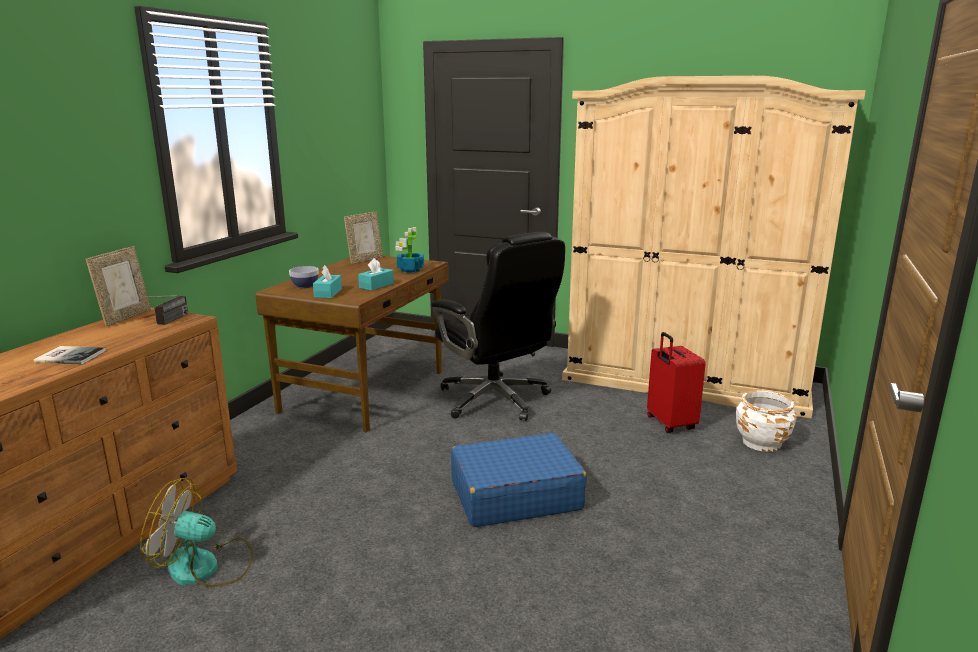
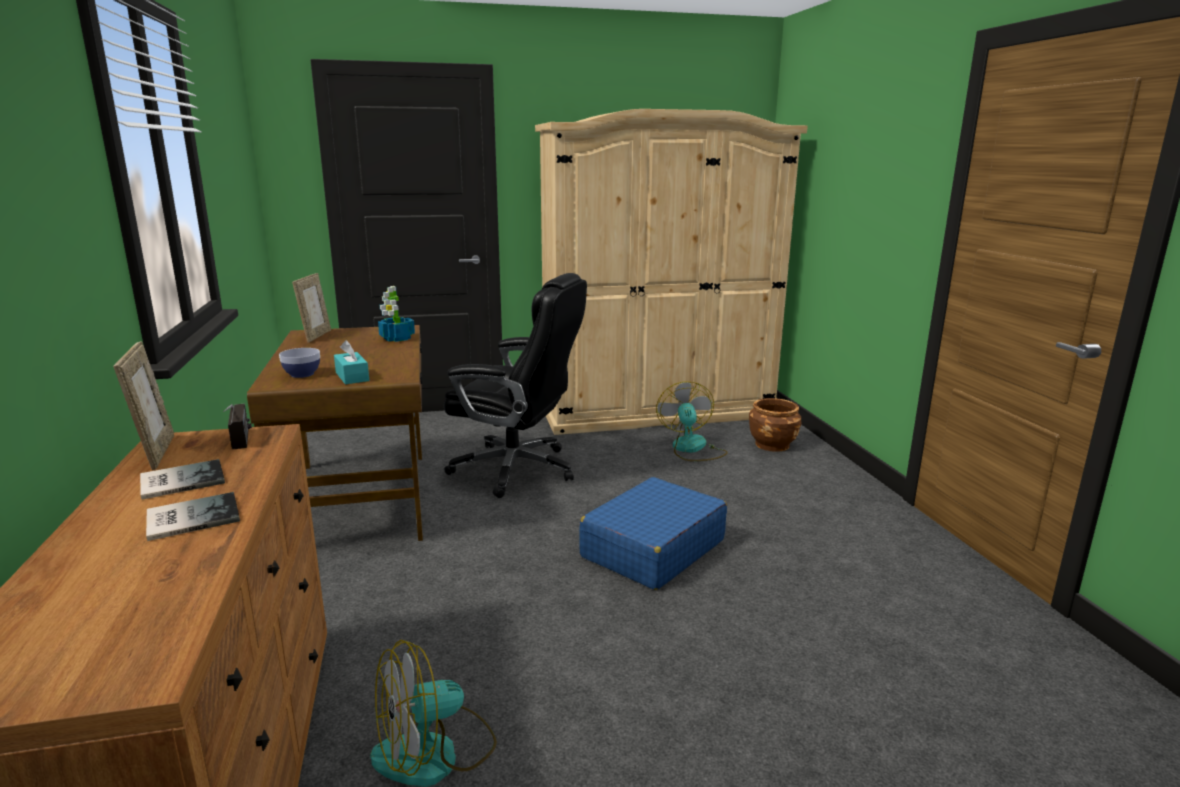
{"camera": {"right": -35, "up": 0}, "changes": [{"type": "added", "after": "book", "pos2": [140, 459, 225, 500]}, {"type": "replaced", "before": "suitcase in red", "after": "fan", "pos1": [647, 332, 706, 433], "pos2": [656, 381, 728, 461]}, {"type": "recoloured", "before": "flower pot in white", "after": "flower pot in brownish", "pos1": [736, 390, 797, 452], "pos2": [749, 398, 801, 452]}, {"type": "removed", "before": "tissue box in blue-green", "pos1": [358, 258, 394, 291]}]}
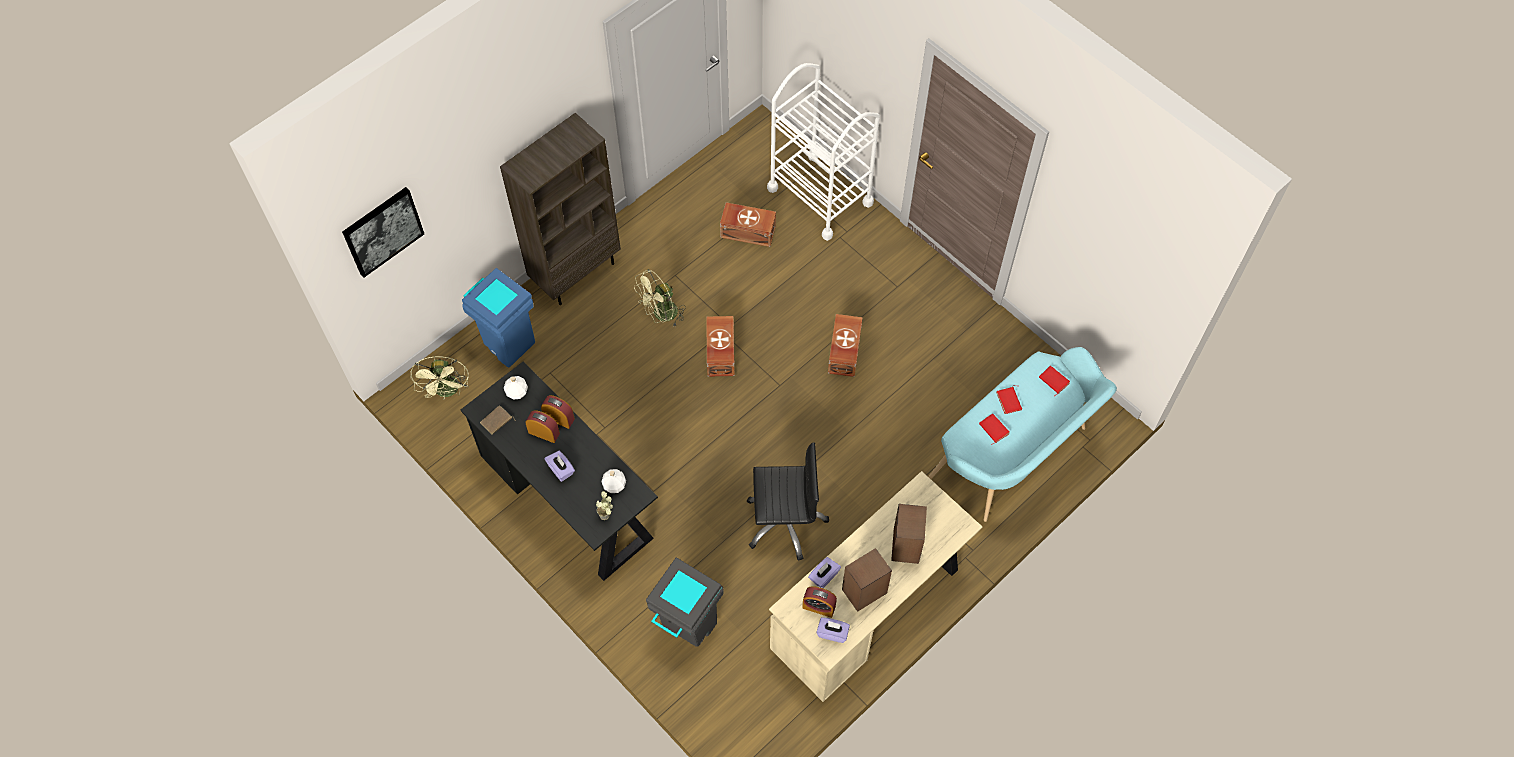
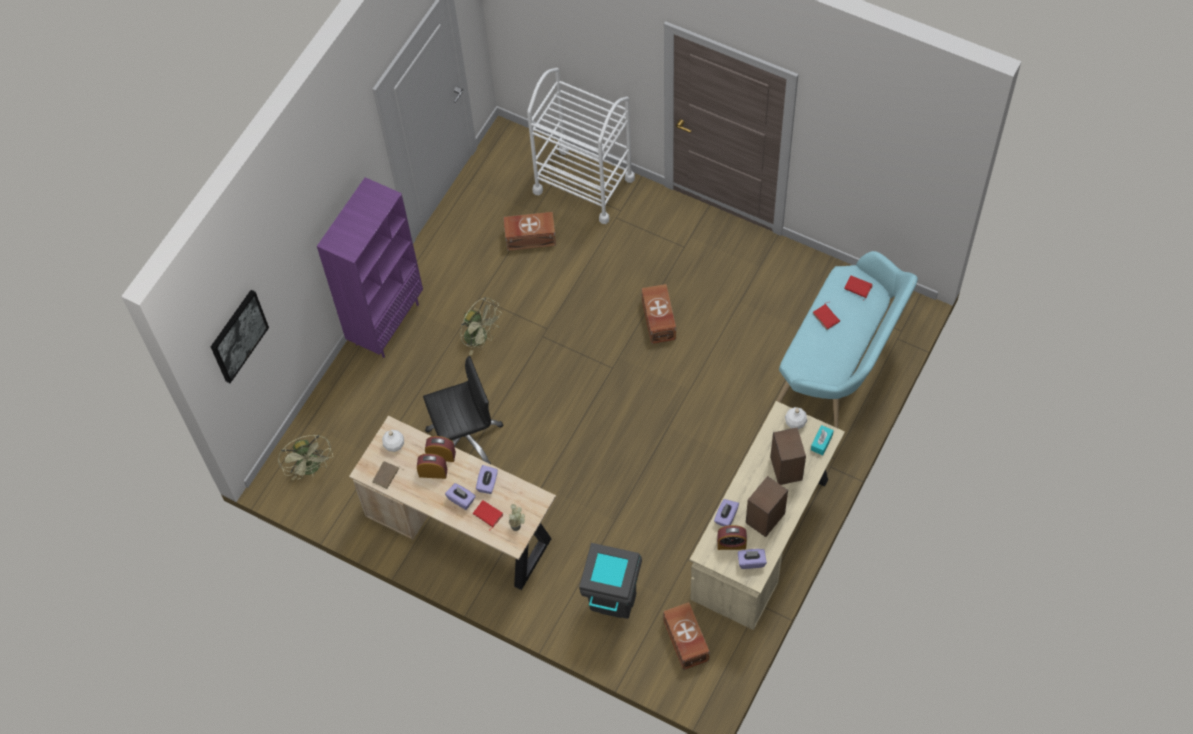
{"camera": {"right": -15, "up": 0}, "changes": [{"type": "recoloured", "before": "shelving unit in brownish", "after": "shelving unit in purplish", "pos1": [500, 113, 621, 305], "pos2": [317, 177, 423, 358]}, {"type": "recoloured", "before": "desk in black", "after": "desk in beige-coloured", "pos1": [461, 361, 658, 581], "pos2": [349, 416, 556, 590]}, {"type": "moved", "before": "office chair in black", "pos1": [747, 443, 829, 561], "pos2": [423, 356, 503, 464]}, {"type": "turned", "before": "fan in greenish", "pos1": [634, 269, 686, 327], "pos2": [460, 297, 501, 355], "turn": -90}, {"type": "moved", "before": "book in red", "pos1": [979, 413, 1009, 445], "pos2": [473, 500, 503, 531]}, {"type": "added", "after": "tissue box in purplish", "pos2": [476, 465, 498, 494]}, {"type": "moved", "before": "storage bin in brownish", "pos1": [706, 316, 735, 377], "pos2": [663, 602, 710, 670]}, {"type": "moved", "before": "bottle in white", "pos1": [602, 469, 626, 493], "pos2": [785, 407, 807, 429]}, {"type": "added", "after": "tissue box in blue-green", "pos2": [811, 425, 834, 455]}, {"type": "removed", "before": "waste bin in bluish", "pos1": [462, 268, 535, 367]}]}
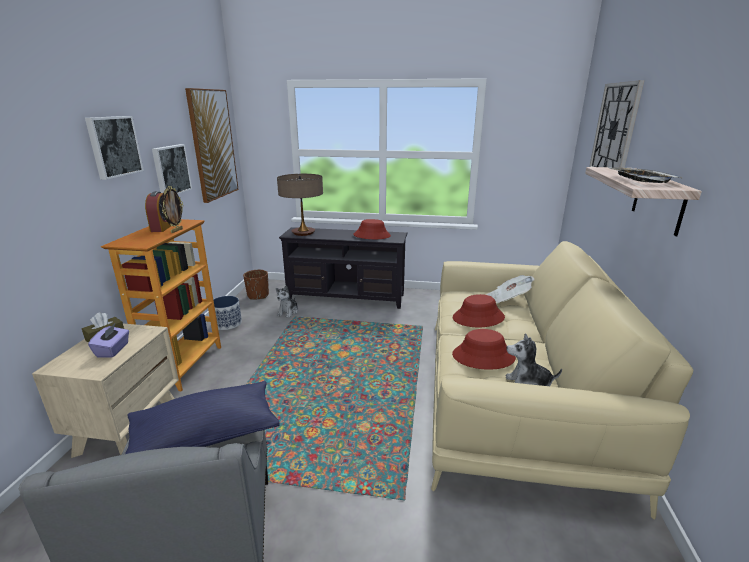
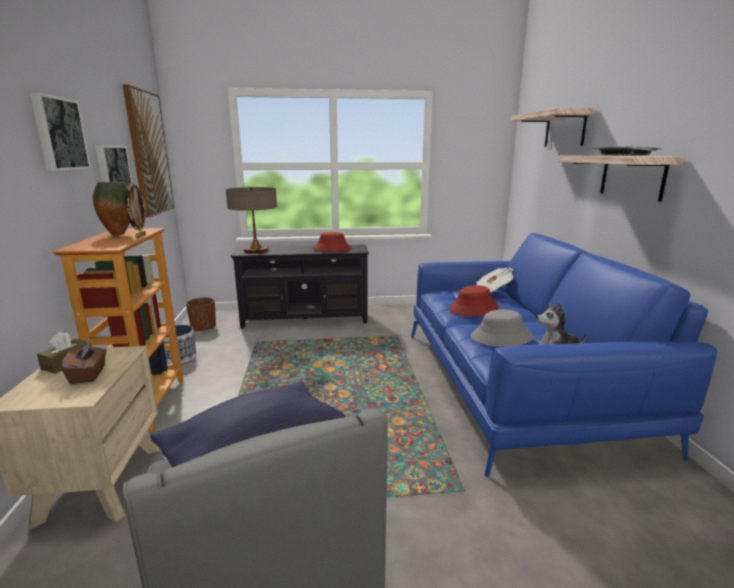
{"camera": {"right": -15, "up": -5}, "changes": [{"type": "recoloured", "before": "tissue box in purplish", "after": "tissue box in brownish", "pos1": [88, 324, 129, 357], "pos2": [61, 340, 106, 384]}, {"type": "replaced", "before": "bedside clock", "after": "flower vase", "pos1": [145, 191, 171, 232], "pos2": [93, 182, 130, 236]}, {"type": "recoloured", "before": "settee in beige-coloured", "after": "settee in bluish", "pos1": [431, 241, 693, 520], "pos2": [411, 233, 718, 477]}, {"type": "recoloured", "before": "wearable hat in red", "after": "wearable hat in grey", "pos1": [452, 329, 516, 370], "pos2": [471, 310, 533, 347]}, {"type": "replaced", "before": "hanging clock", "after": "bracket shelf", "pos1": [589, 80, 644, 168], "pos2": [510, 108, 596, 147]}, {"type": "removed", "before": "plush toy", "pos1": [276, 285, 299, 318]}]}
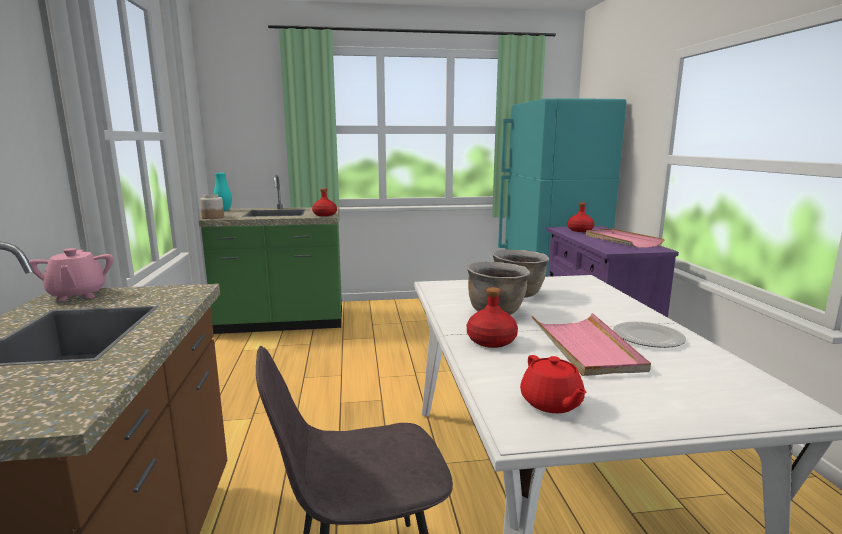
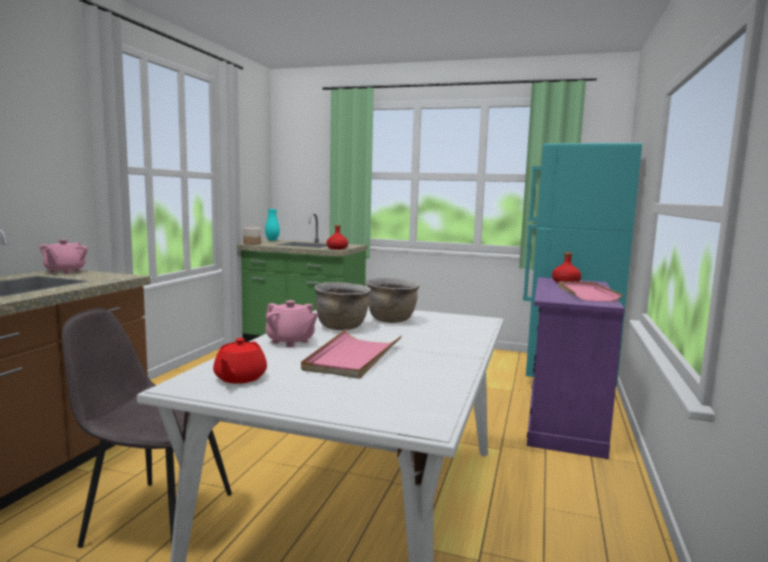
{"camera": {"right": 25, "up": -5}, "changes": [{"type": "replaced", "before": "bottle in red", "after": "tea pot in pink-coloured", "pos1": [467, 287, 518, 348], "pos2": [265, 300, 318, 347]}, {"type": "removed", "before": "dinner plate", "pos1": [613, 321, 686, 348]}]}
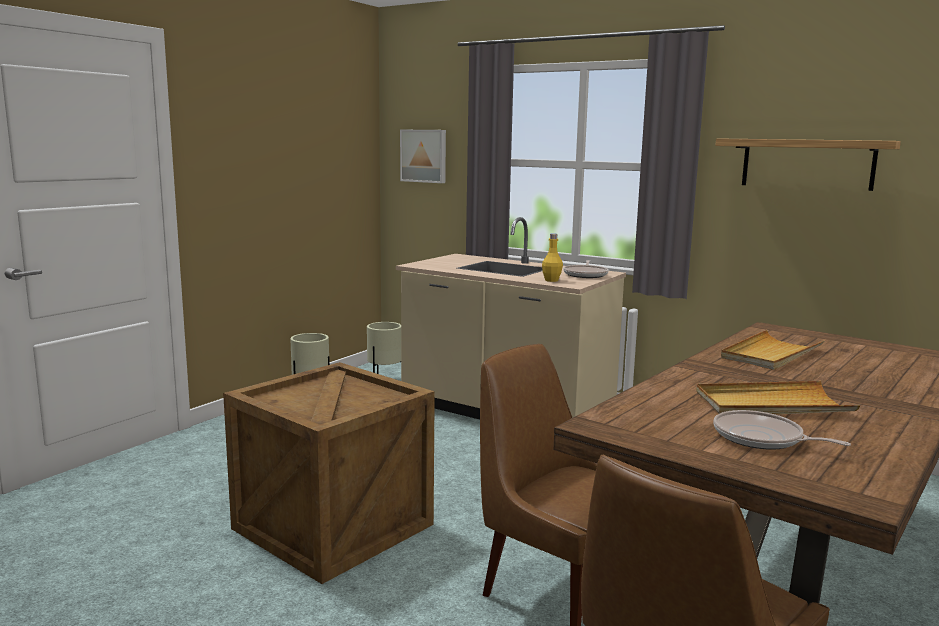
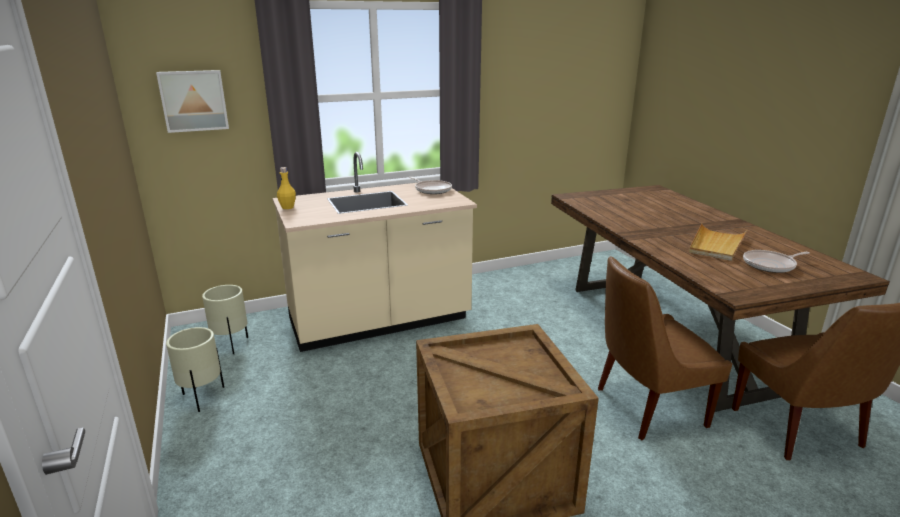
{"camera": {"right": -55, "up": 10}, "changes": [{"type": "moved", "before": "bottle in yellow-coloured", "pos1": [542, 234, 563, 282], "pos2": [277, 167, 296, 209]}, {"type": "removed", "before": "bracket shelf", "pos1": [715, 138, 901, 191]}, {"type": "removed", "before": "tray in beige-coloured", "pos1": [721, 330, 824, 370]}]}
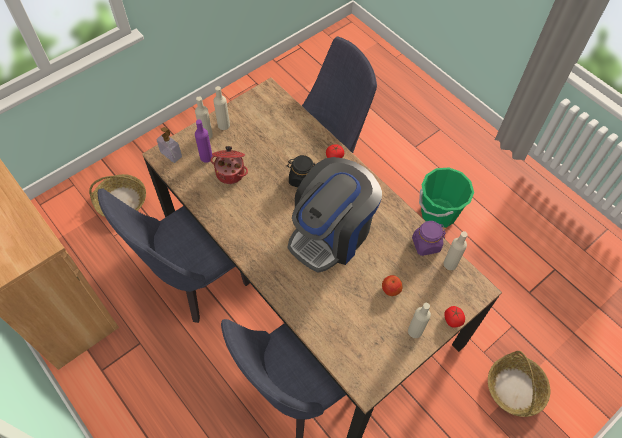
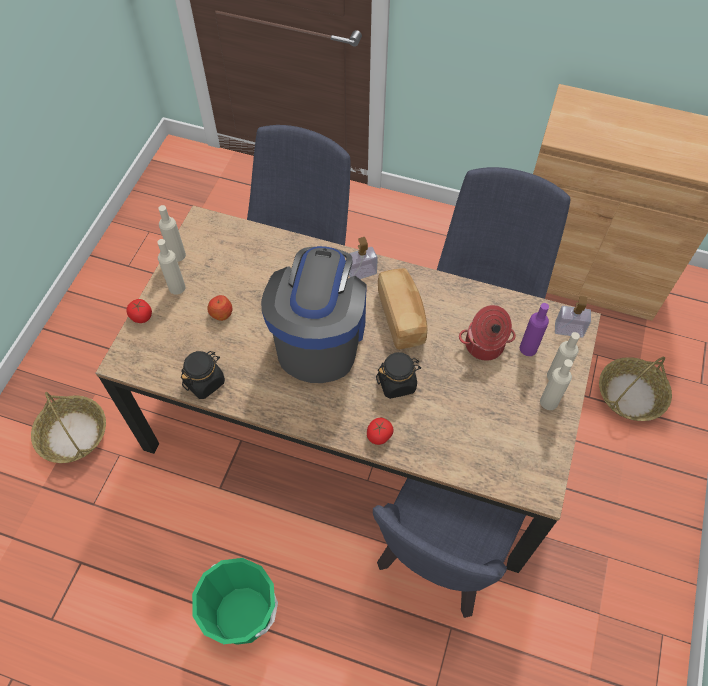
{"camera": {"right": 150, "up": 0}, "changes": [{"type": "moved", "before": "bottle in beige-coloured", "pos1": [443, 231, 467, 270], "pos2": [158, 205, 186, 262]}, {"type": "recoloured", "before": "preserve jar in purplish", "after": "preserve jar in black", "pos1": [412, 221, 446, 256], "pos2": [181, 351, 225, 399]}, {"type": "added", "after": "soap dispenser", "pos2": [349, 237, 378, 279]}, {"type": "added", "after": "baked bread", "pos2": [378, 268, 427, 350]}]}
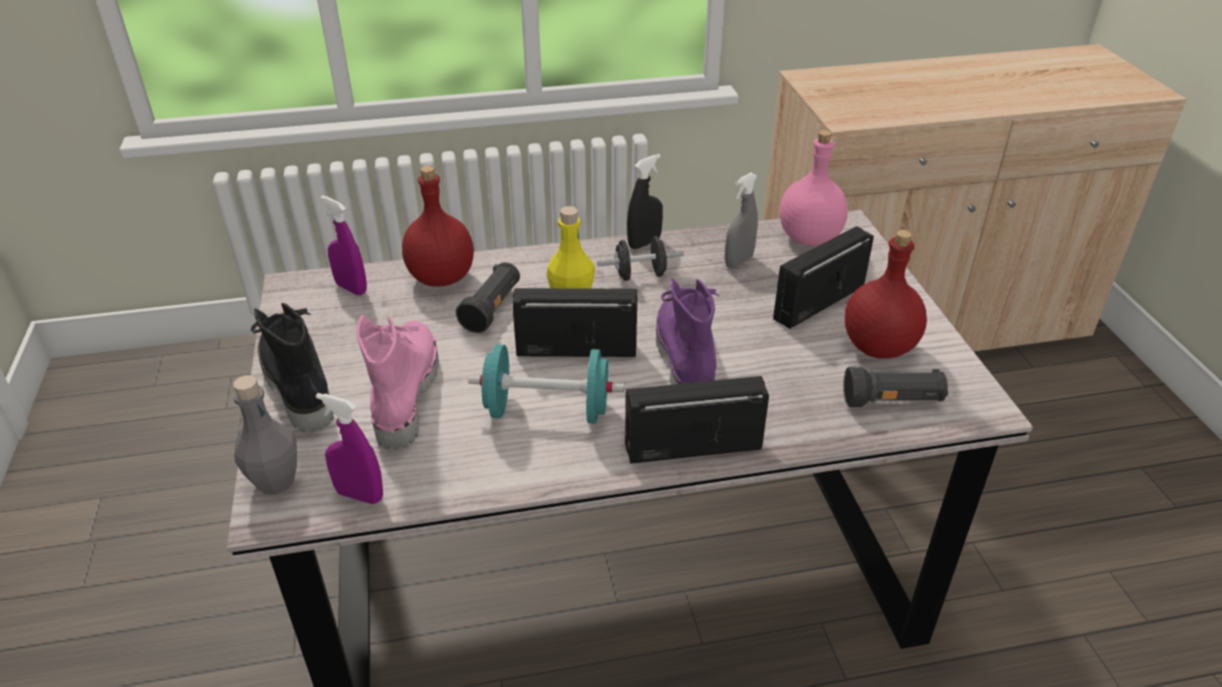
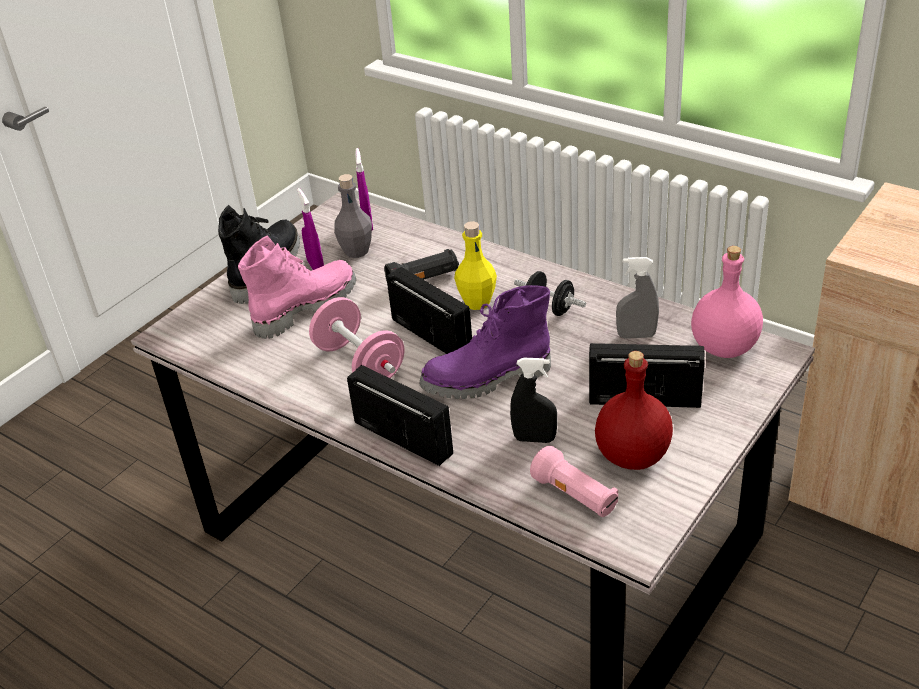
{"camera": {"right": 50, "up": 0}, "changes": [{"type": "moved", "before": "sprayer in purplish", "pos1": [316, 393, 383, 504], "pos2": [297, 188, 324, 270]}, {"type": "recoloured", "before": "free weight in blue-green", "after": "free weight in pink-coloured", "pos1": [468, 344, 624, 424], "pos2": [309, 297, 405, 378]}, {"type": "moved", "before": "bottle in grey", "pos1": [233, 375, 297, 495], "pos2": [334, 174, 372, 258]}, {"type": "turned", "before": "tall boot in purplish", "pos1": [656, 278, 720, 385], "pos2": [420, 285, 551, 399], "turn": -150}, {"type": "moved", "before": "sprayer in black", "pos1": [627, 154, 663, 249], "pos2": [510, 358, 557, 443]}, {"type": "recoloured", "before": "hand torch in black", "after": "hand torch in pink-coloured", "pos1": [843, 367, 948, 407], "pos2": [530, 446, 618, 517]}, {"type": "removed", "before": "bottle in red", "pos1": [402, 166, 474, 287]}]}
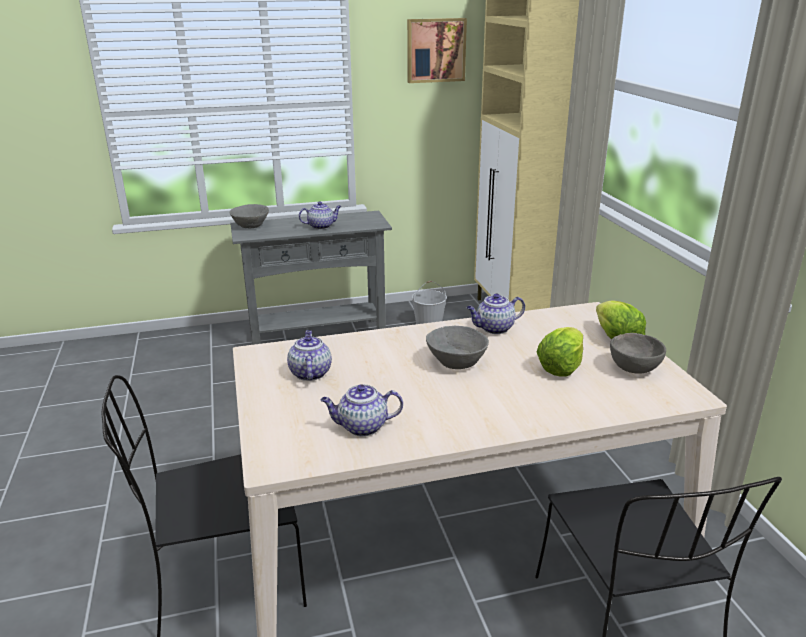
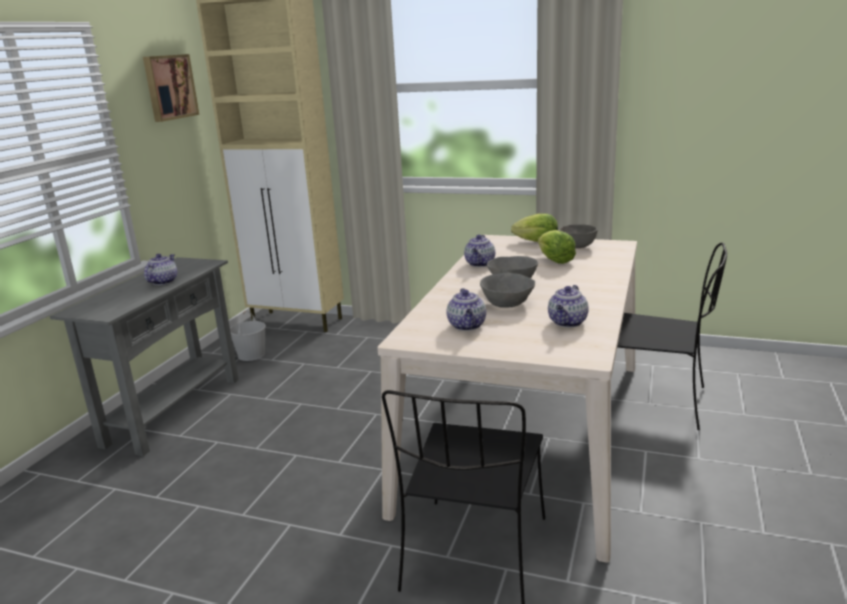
{"camera": {"right": -55, "up": -5}, "changes": [{"type": "turned", "before": "tea pot", "pos1": [287, 330, 332, 381], "pos2": [447, 288, 486, 331], "turn": -120}, {"type": "moved", "before": "deep dish in grey", "pos1": [229, 204, 269, 228], "pos2": [480, 273, 535, 308]}]}
